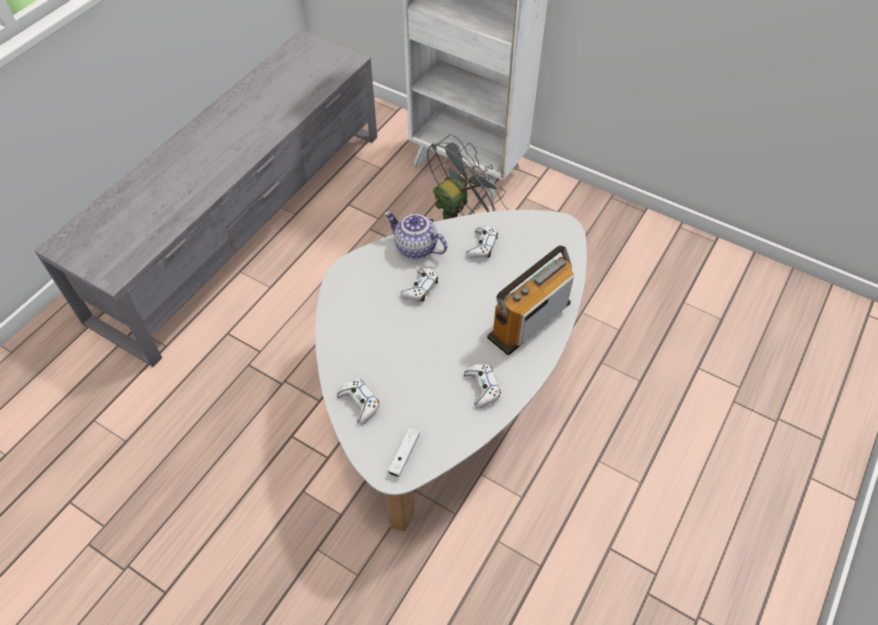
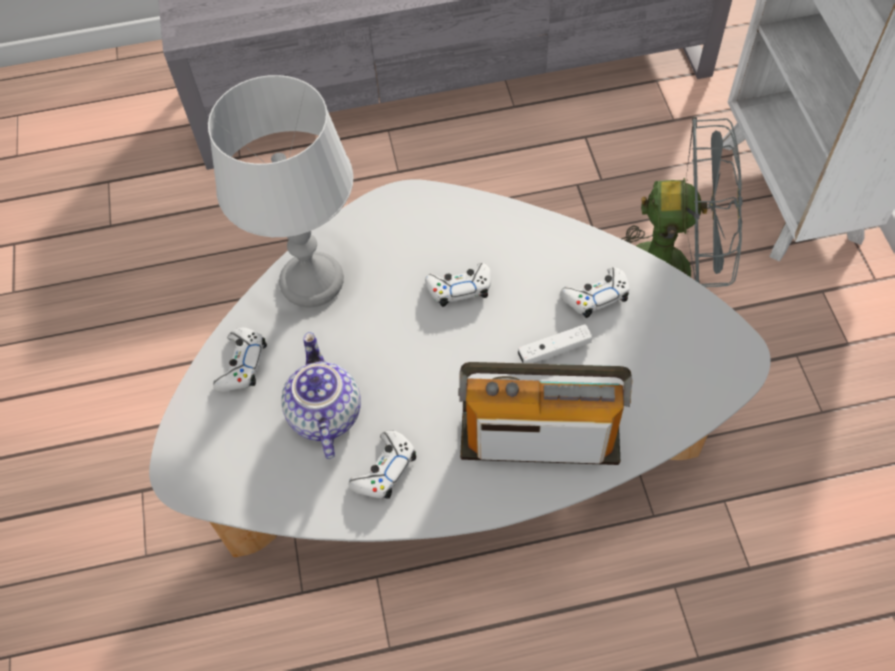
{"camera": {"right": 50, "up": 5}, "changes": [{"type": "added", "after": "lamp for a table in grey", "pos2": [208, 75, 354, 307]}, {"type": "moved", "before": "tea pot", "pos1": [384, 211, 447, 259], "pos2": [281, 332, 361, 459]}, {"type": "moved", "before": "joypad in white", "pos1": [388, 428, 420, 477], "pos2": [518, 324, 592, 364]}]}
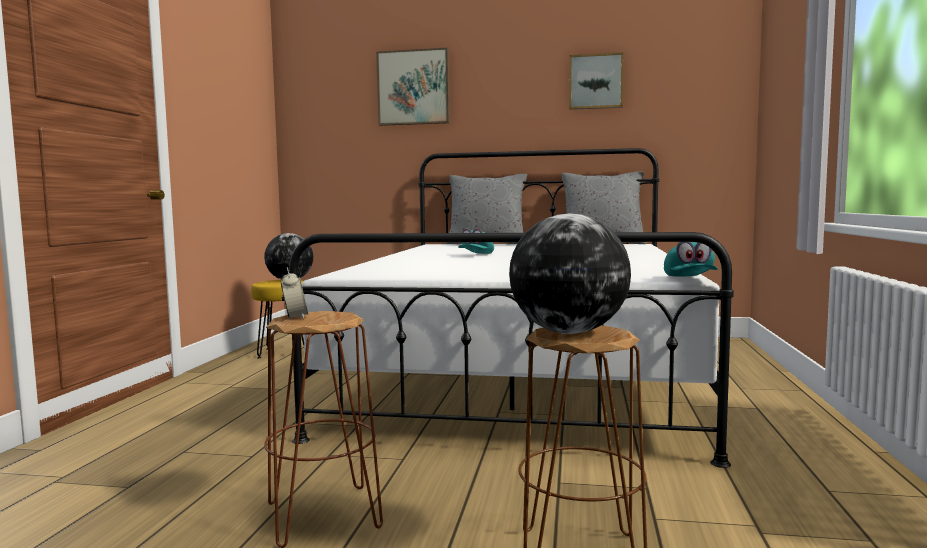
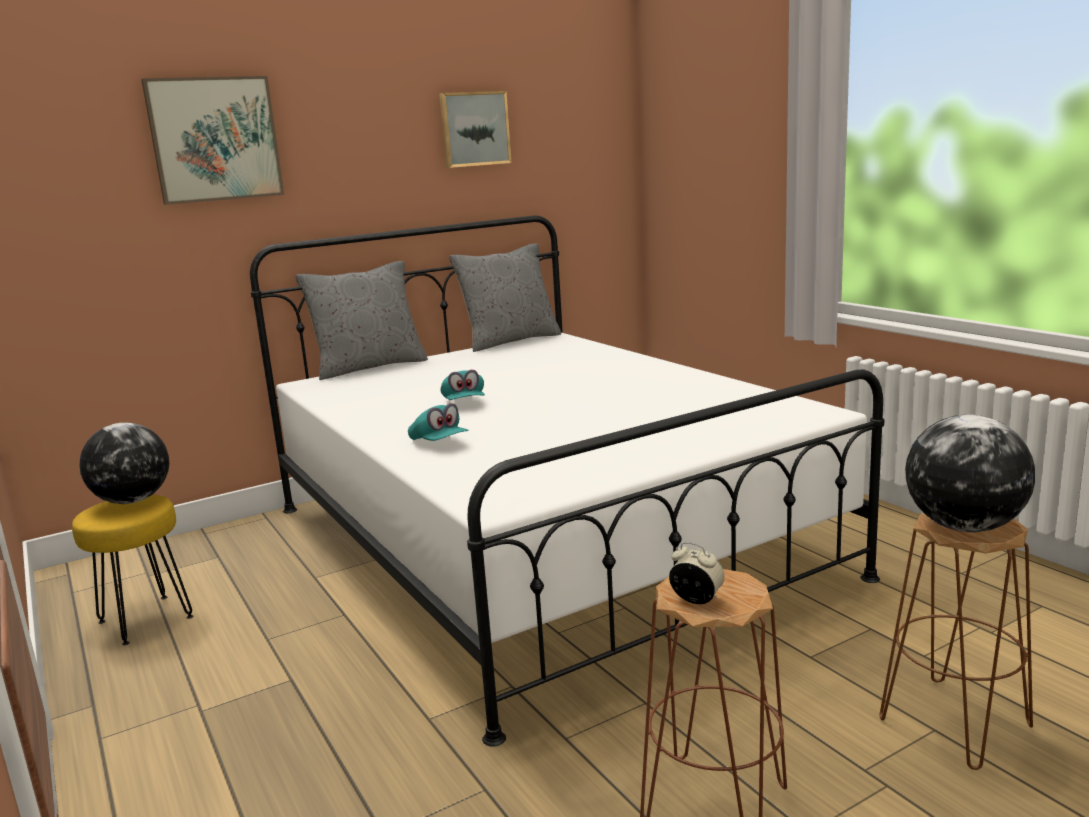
{"camera": {"right": -40, "up": 10}, "changes": [{"type": "moved", "before": "baseball cap in blue-green", "pos1": [664, 242, 718, 277], "pos2": [408, 403, 469, 441]}]}
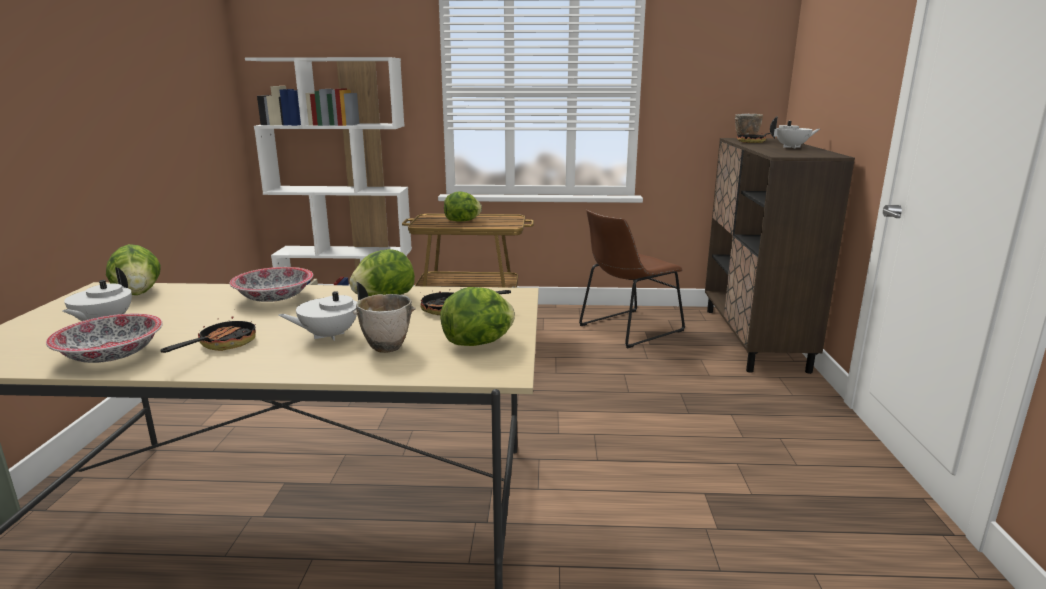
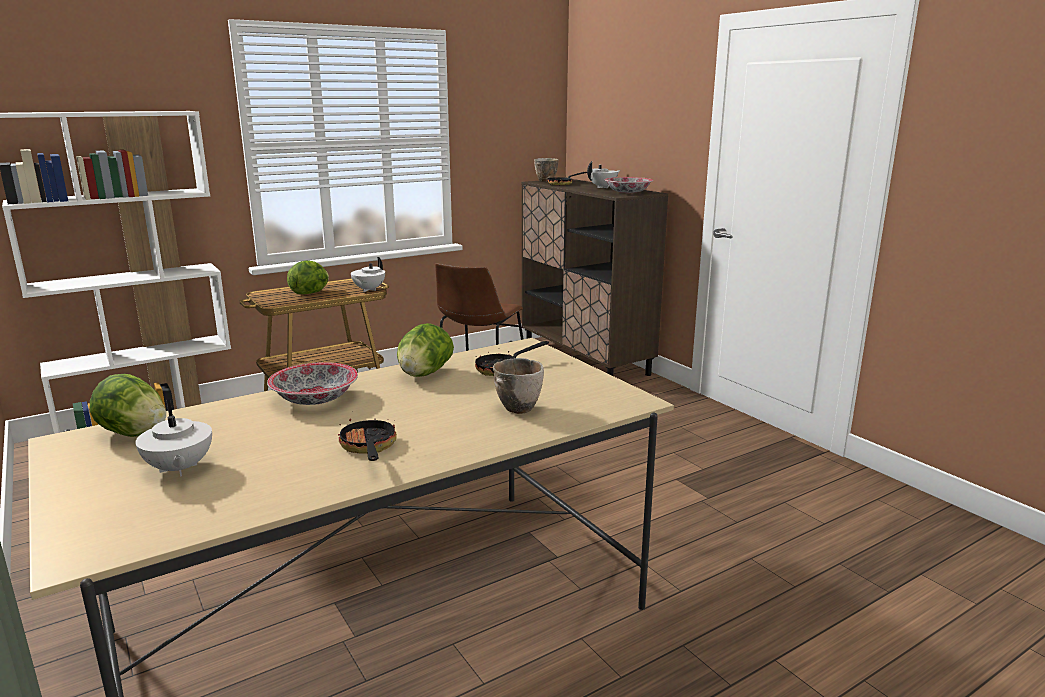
{"camera": {"right": -35, "up": 0}, "changes": [{"type": "moved", "before": "tea pot in white", "pos1": [278, 281, 368, 341], "pos2": [351, 257, 385, 292]}, {"type": "moved", "before": "deep dish", "pos1": [46, 314, 163, 363], "pos2": [604, 177, 653, 193]}, {"type": "removed", "before": "head of lettuce", "pos1": [440, 287, 515, 346]}]}
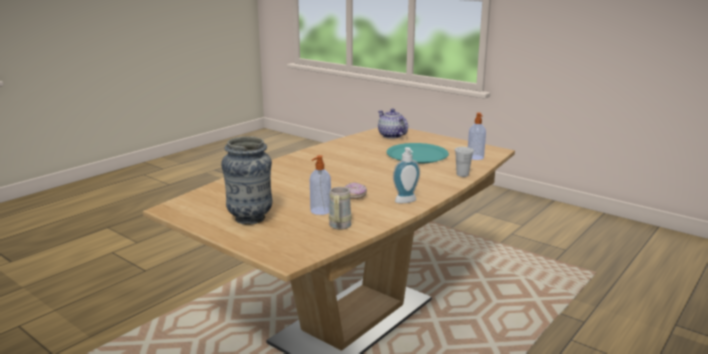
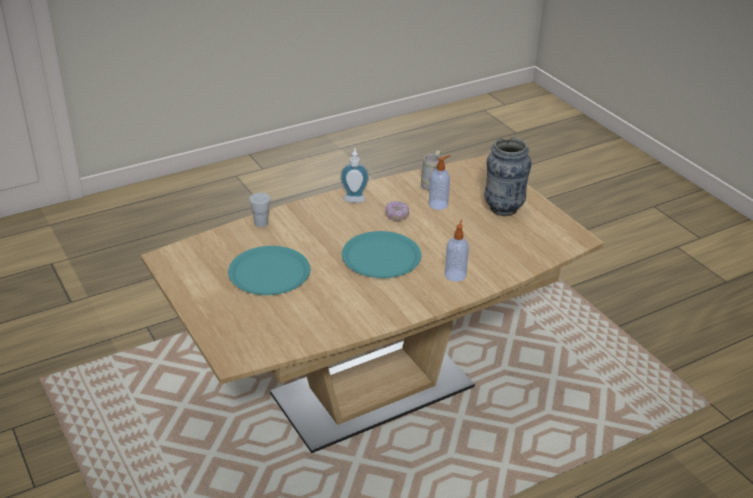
{"camera": {"right": -160, "up": 15}, "changes": [{"type": "added", "after": "dinner plate in blue-green", "pos2": [342, 231, 421, 278]}, {"type": "moved", "before": "soap dispenser", "pos1": [468, 113, 486, 160], "pos2": [445, 219, 469, 282]}, {"type": "removed", "before": "tea pot", "pos1": [378, 109, 408, 139]}]}
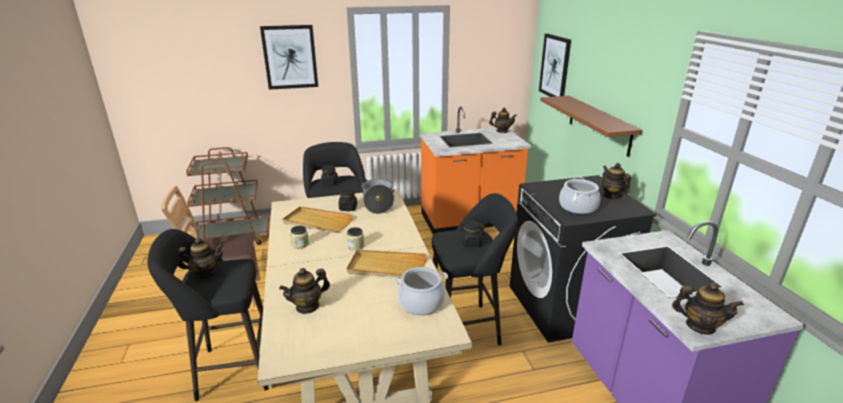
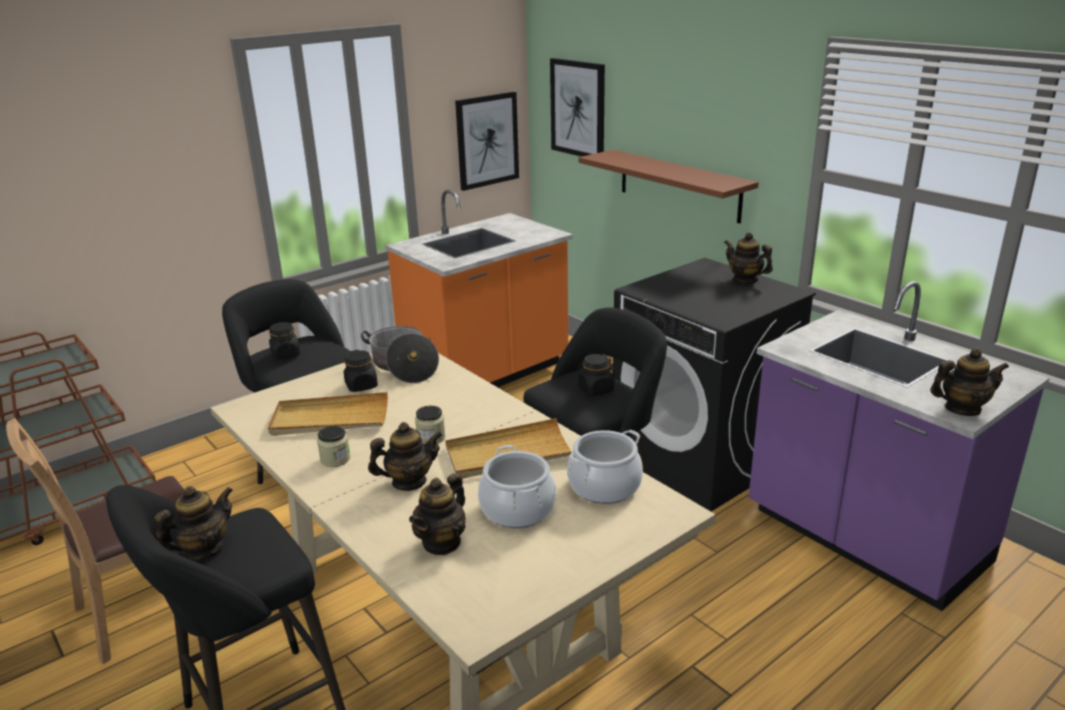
{"camera": {"right": -25, "up": 0}, "changes": [{"type": "moved", "before": "tea pot", "pos1": [489, 108, 517, 133], "pos2": [368, 422, 442, 491]}, {"type": "moved", "before": "wall art", "pos1": [260, 25, 318, 90], "pos2": [455, 92, 519, 191]}, {"type": "moved", "before": "cooking pot", "pos1": [559, 176, 600, 214], "pos2": [478, 445, 556, 528]}]}
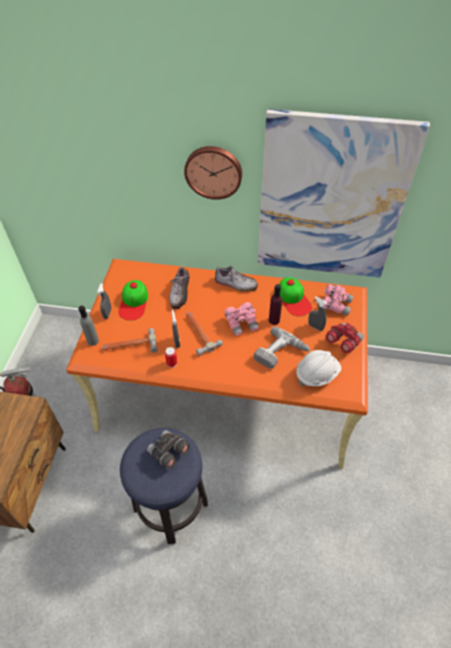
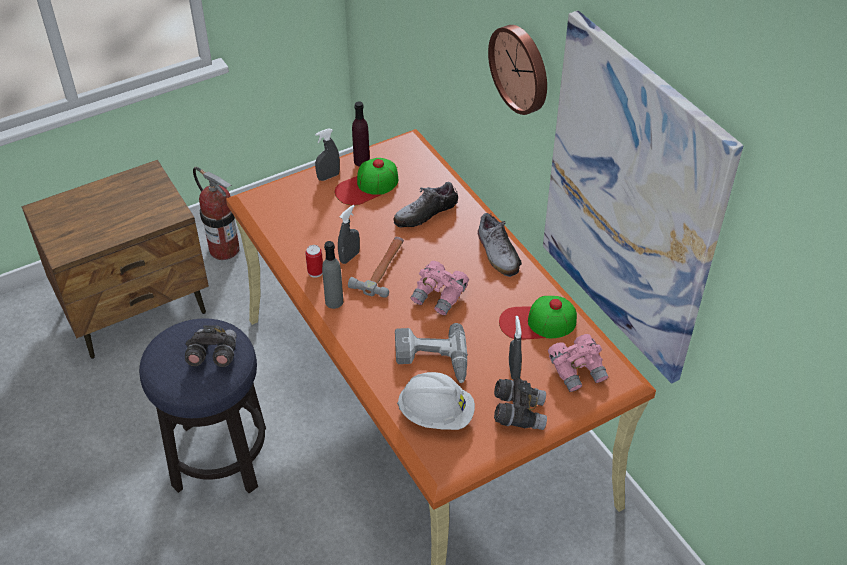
{"camera": {"right": 50, "up": -5}, "changes": [{"type": "moved", "before": "bottle in grey", "pos1": [78, 305, 99, 346], "pos2": [322, 241, 343, 309]}, {"type": "moved", "before": "bottle in purplish", "pos1": [269, 284, 282, 325], "pos2": [352, 101, 370, 167]}, {"type": "recoloured", "before": "pair of binoculars in red", "after": "pair of binoculars in grey", "pos1": [326, 323, 363, 353], "pos2": [494, 377, 547, 430]}, {"type": "turned", "before": "baseball cap", "pos1": [279, 277, 312, 316], "pos2": [499, 296, 577, 340], "turn": 60}, {"type": "removed", "before": "hammer", "pos1": [103, 328, 158, 353]}]}
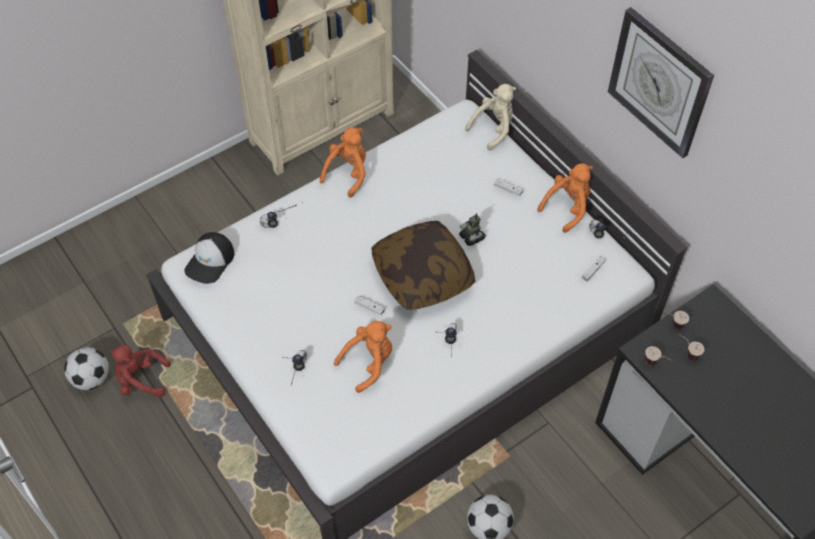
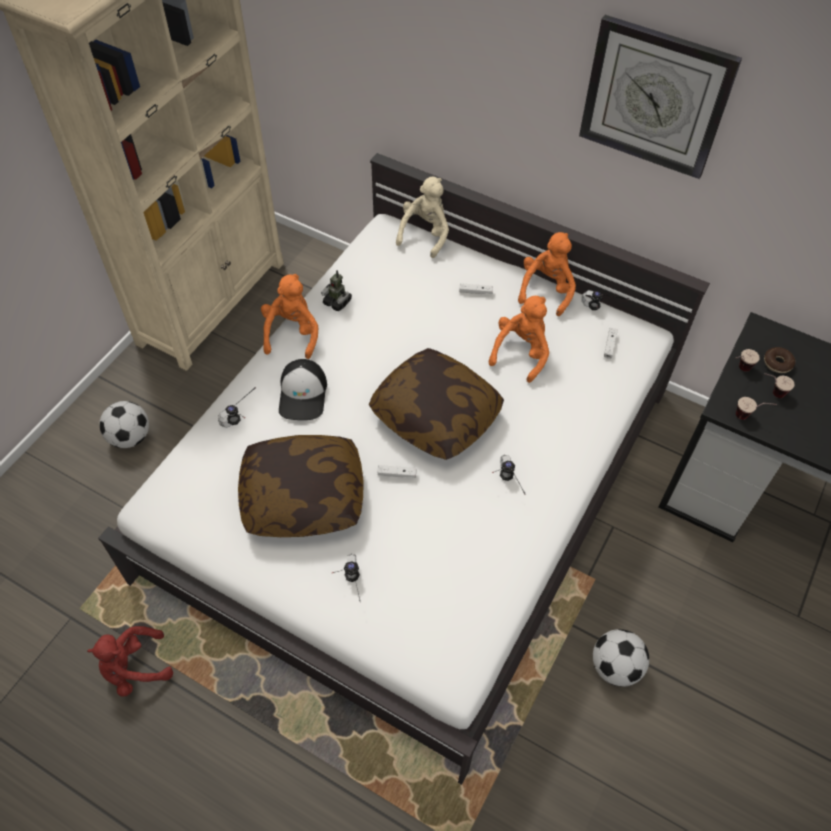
{"camera": {"right": -25, "up": 0}, "changes": [{"type": "moved", "before": "football", "pos1": [64, 347, 109, 390], "pos2": [99, 401, 149, 448]}, {"type": "added", "after": "pillow", "pos2": [238, 435, 363, 537]}, {"type": "moved", "before": "baseball cap", "pos1": [184, 232, 234, 284], "pos2": [279, 359, 327, 420]}, {"type": "moved", "before": "robot figure", "pos1": [459, 213, 486, 246], "pos2": [321, 270, 352, 311]}, {"type": "moved", "before": "plush toy in orangey", "pos1": [334, 321, 392, 393], "pos2": [489, 296, 549, 383]}, {"type": "added", "after": "doughnut", "pos2": [764, 347, 795, 373]}]}
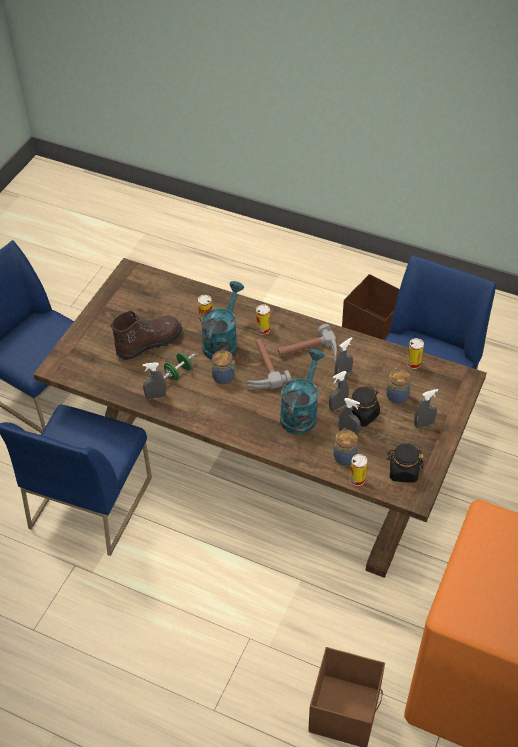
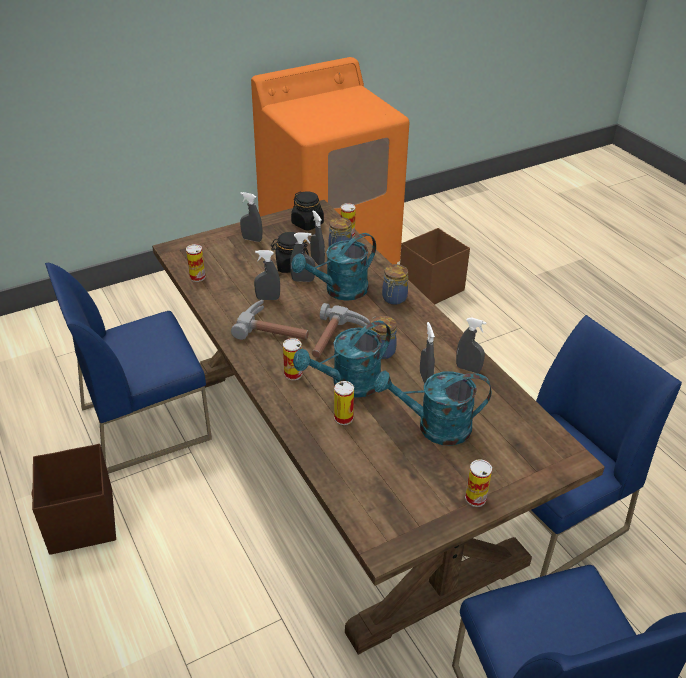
{"camera": {"right": -145, "up": -10}, "changes": [{"type": "replaced", "before": "tall boot in brownish", "after": "watering can in blue-green", "pos1": [111, 310, 182, 360], "pos2": [374, 371, 491, 446]}, {"type": "moved", "before": "preserve jar", "pos1": [386, 368, 411, 404], "pos2": [382, 264, 408, 305]}, {"type": "replaced", "before": "free weight in greenish", "after": "sprayer in grey", "pos1": [163, 353, 195, 380], "pos2": [420, 322, 435, 384]}, {"type": "added", "after": "can", "pos2": [465, 459, 492, 507]}]}
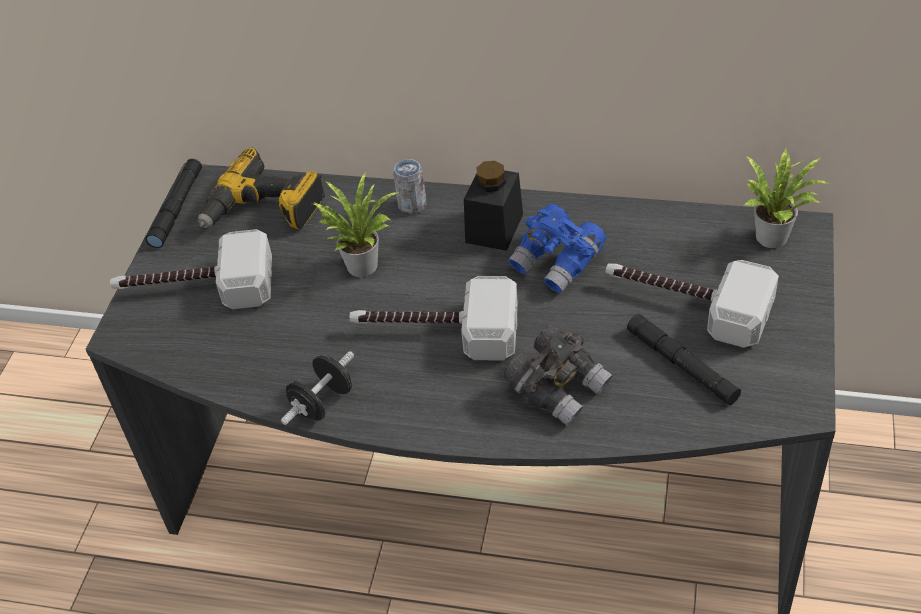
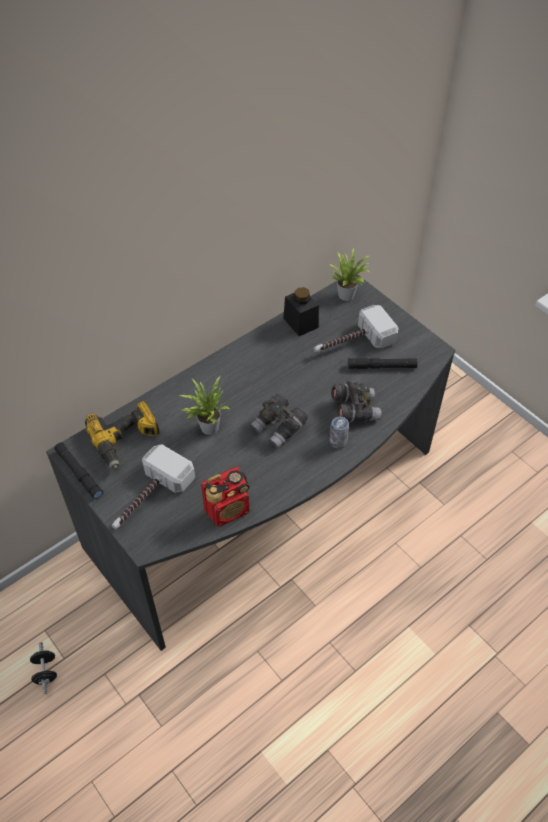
{"camera": {"right": -55, "up": 5}, "changes": [{"type": "moved", "before": "free weight in black", "pos1": [281, 351, 354, 425], "pos2": [30, 642, 57, 694]}, {"type": "added", "after": "radio", "pos2": [201, 467, 249, 527]}, {"type": "replaced", "before": "hammer", "after": "pair of binoculars in grey", "pos1": [350, 276, 518, 361], "pos2": [250, 393, 308, 448]}, {"type": "moved", "before": "preserve jar in black", "pos1": [464, 161, 523, 251], "pos2": [283, 287, 319, 336]}, {"type": "moved", "before": "can", "pos1": [393, 159, 427, 214], "pos2": [330, 417, 349, 449]}, {"type": "removed", "before": "pair of binoculars in bluish", "pos1": [508, 204, 606, 293]}]}
